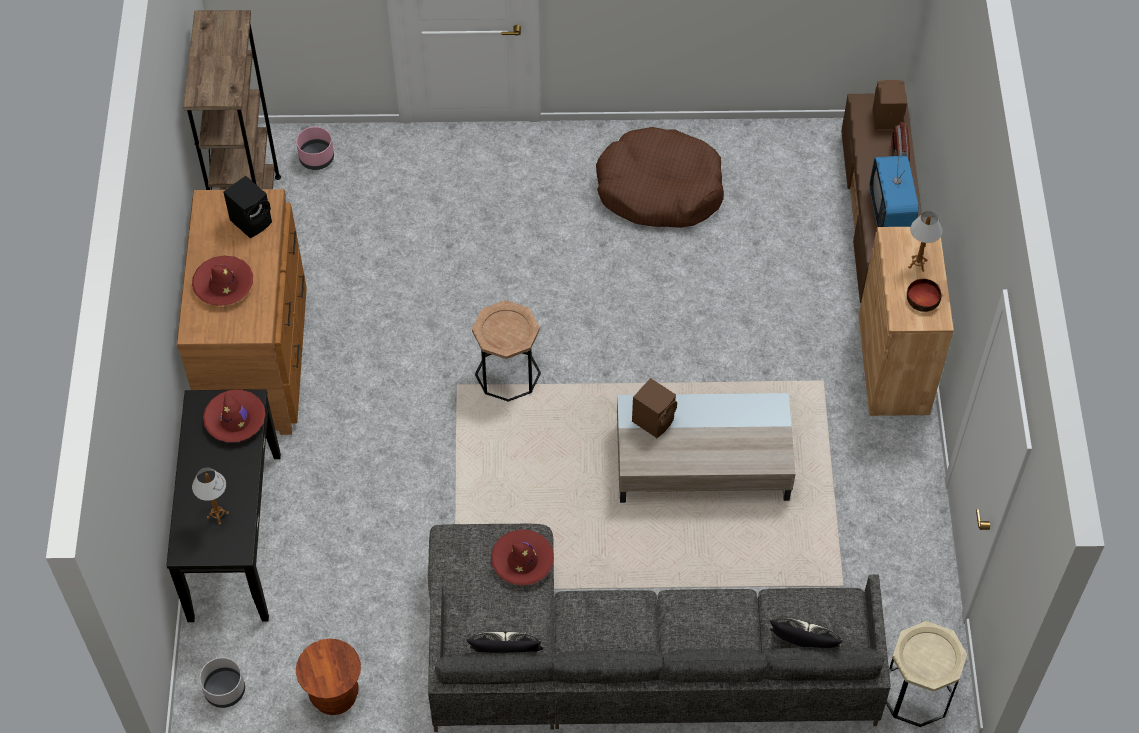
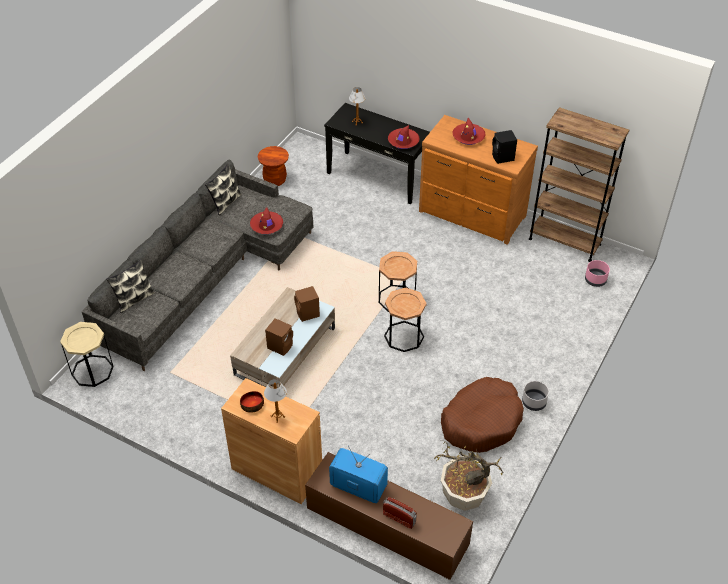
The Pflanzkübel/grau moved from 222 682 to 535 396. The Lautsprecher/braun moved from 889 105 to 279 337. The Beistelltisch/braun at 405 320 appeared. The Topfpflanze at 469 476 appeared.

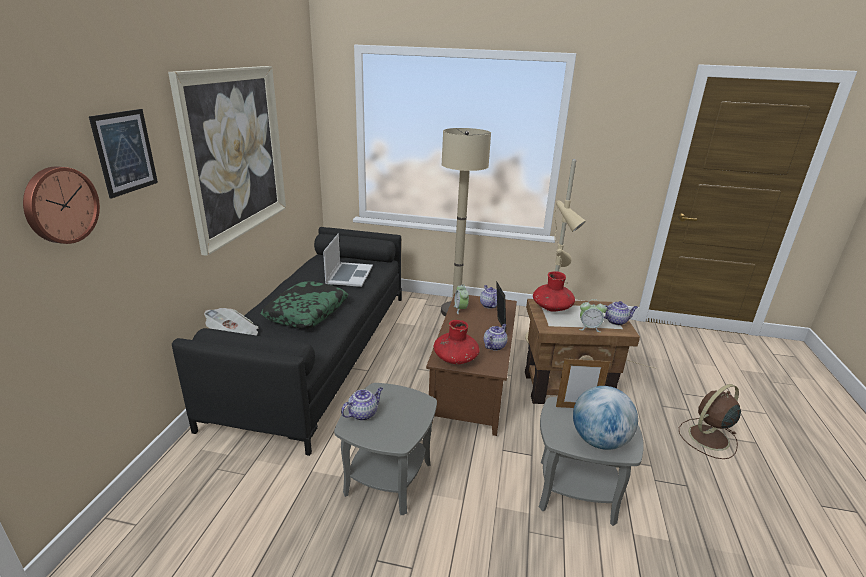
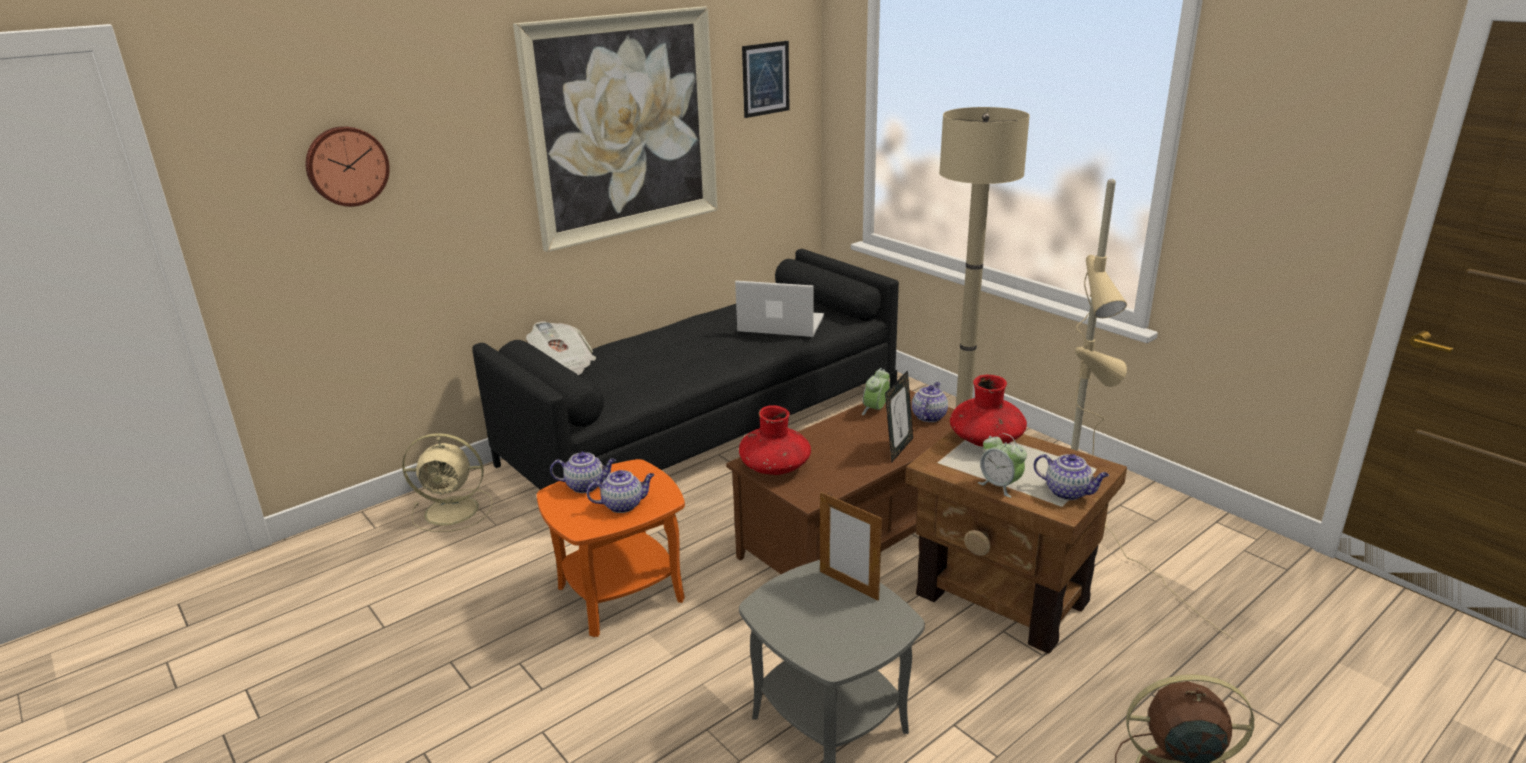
The Bild moved from 123 154 to 766 79. The Kissen at 304 304 disappeared. The Laptop at 348 260 turned 120 degrees counterclockwise. The Beistelltisch/grau at 385 449 became the Beistelltisch/orange at 611 548. The Teekanne moved from 496 337 to 620 491. The Globus at 605 418 disappeared. The Ventilator/beige at 447 482 appeared.

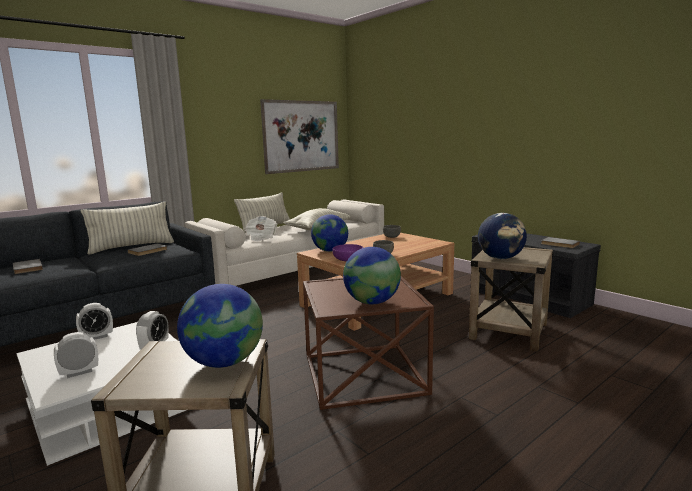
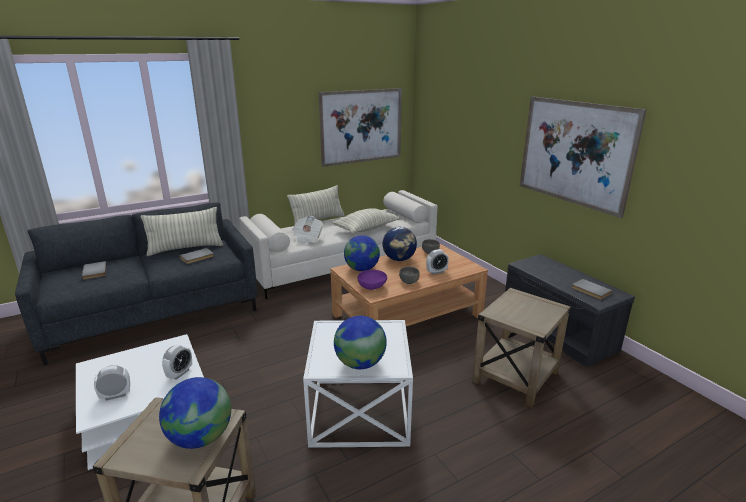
The Wecker moved from 94 321 to 437 261. The Beistelltisch/braun at 368 343 became the Beistelltisch/weiß at 358 384. The Globus moved from 502 236 to 400 244. The Bild at 583 157 appeared.

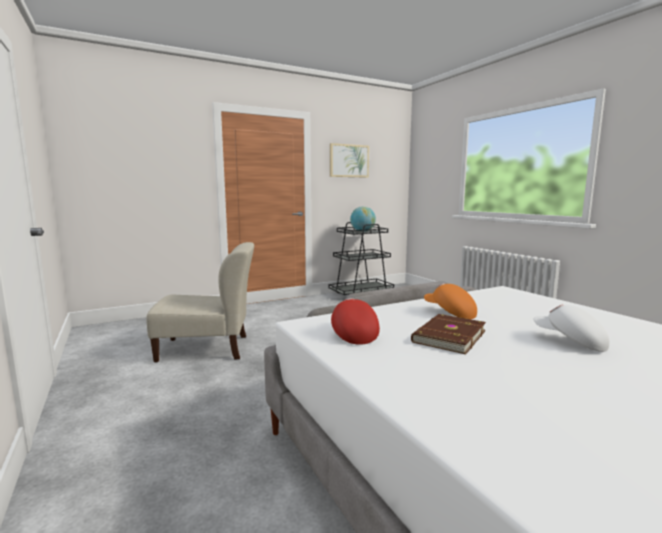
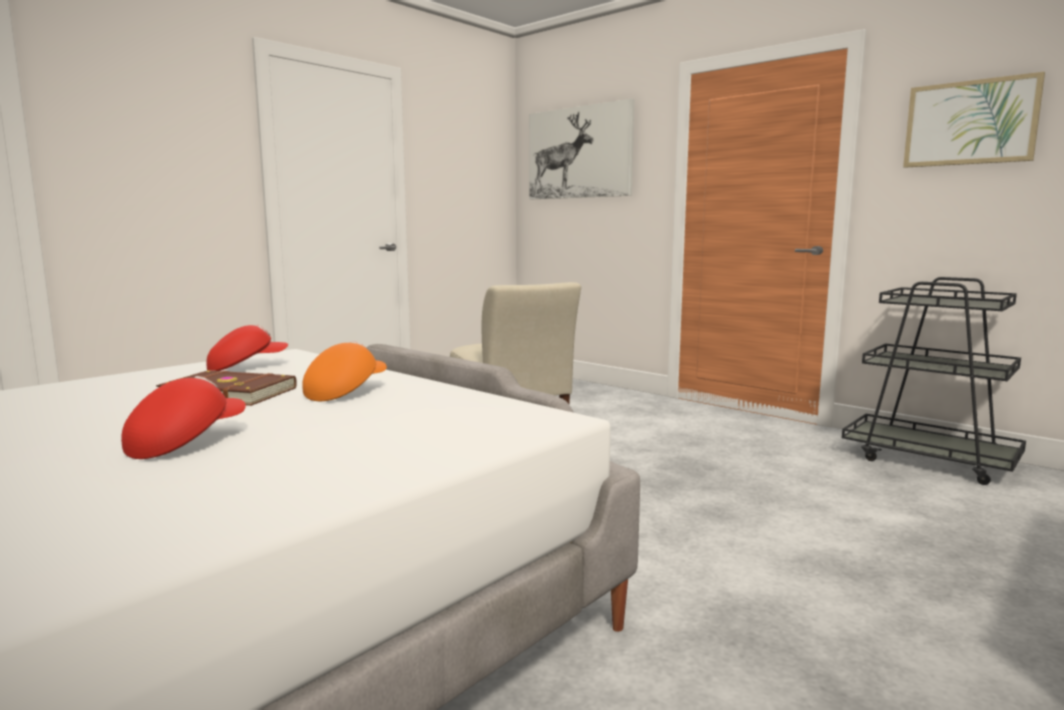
The Globus at 363 219 disappeared. The Kappe/weiß at 571 328 became the Kappe/rot at 183 417. The Bild at 581 149 appeared.

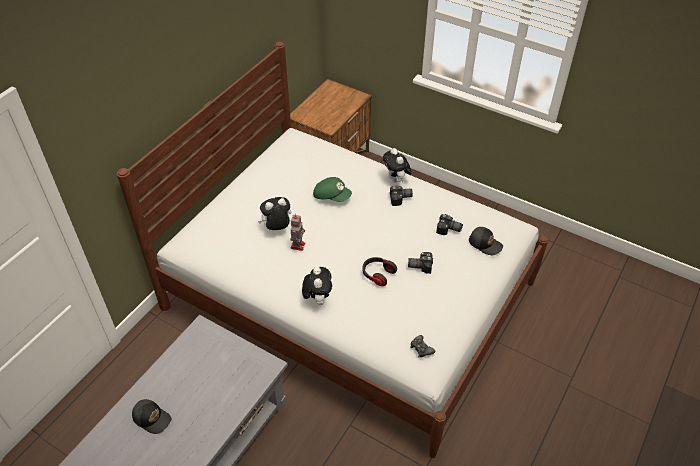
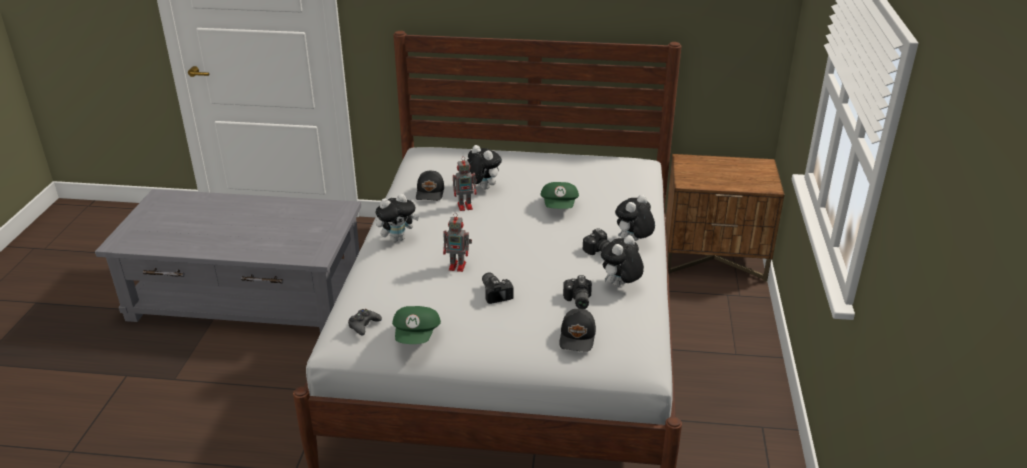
The Kappe/schwarz moved from 151 416 to 430 186. The Kopfhörer at 379 271 was replaced by the Spielzeugroboter at 457 242. The Kappe/grün at 416 325 appeared. The Plüschtier at 622 261 appeared.

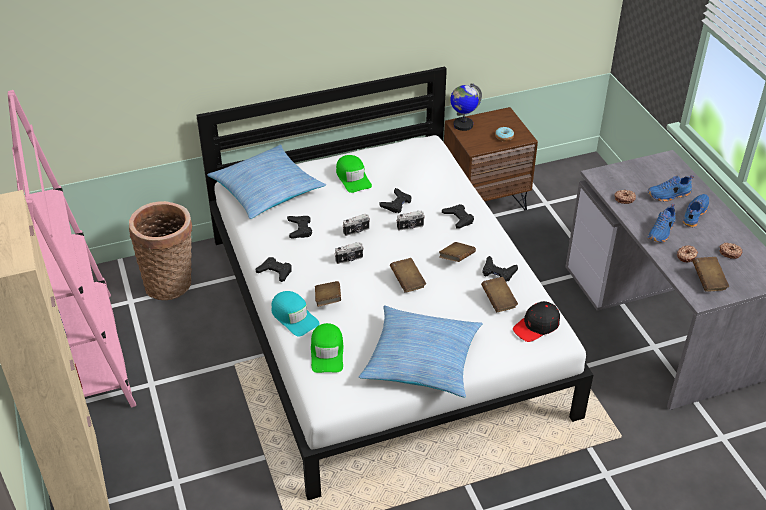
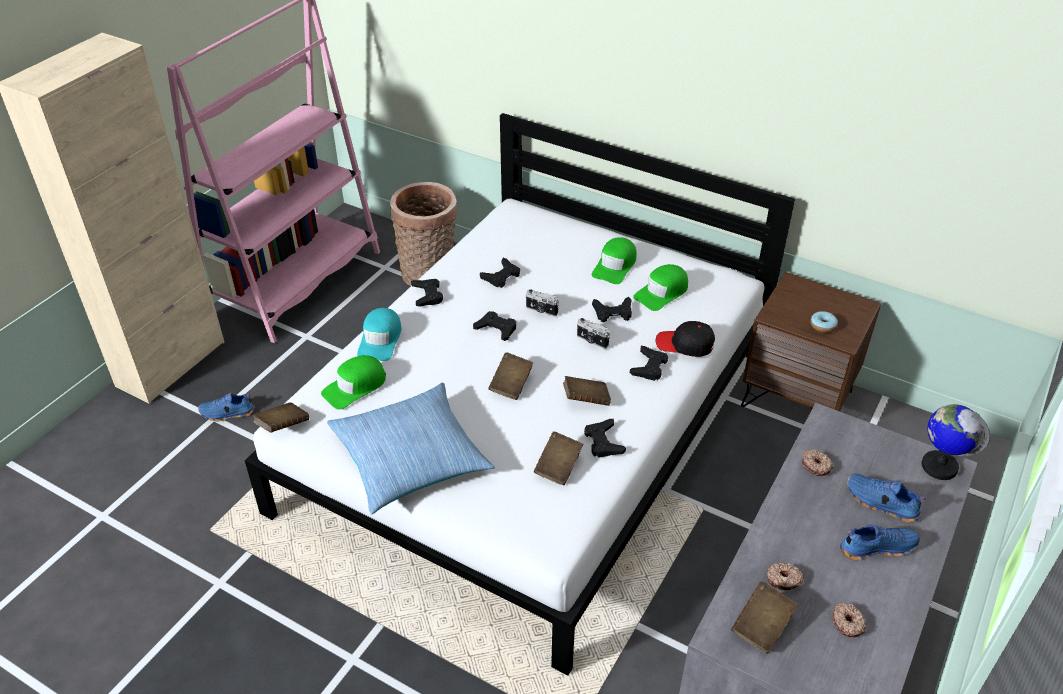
The Kissen at 266 181 disappeared. The Buch/braun moved from 328 294 to 281 417. The Kamera at 349 253 was replaced by the Gamepad/schwarz at 494 326. The Globus moved from 466 107 to 956 442. The Kappe/schwarz moved from 536 321 to 685 339. The Schuh/blau moved from 662 222 to 226 407. The Kappe/grün at 660 287 appeared.

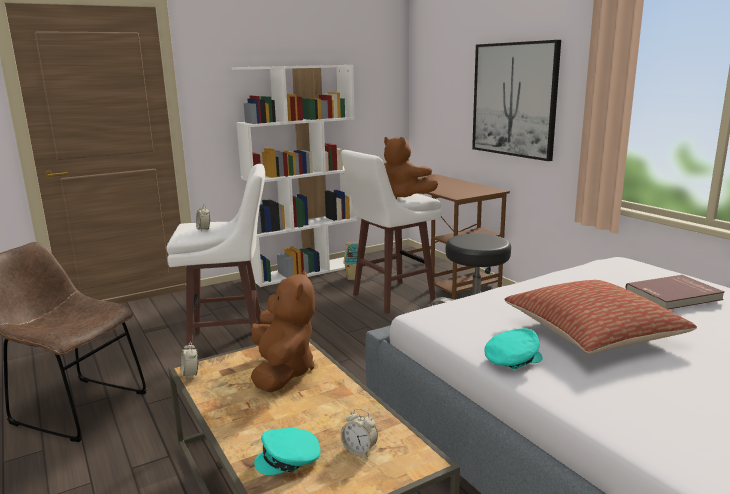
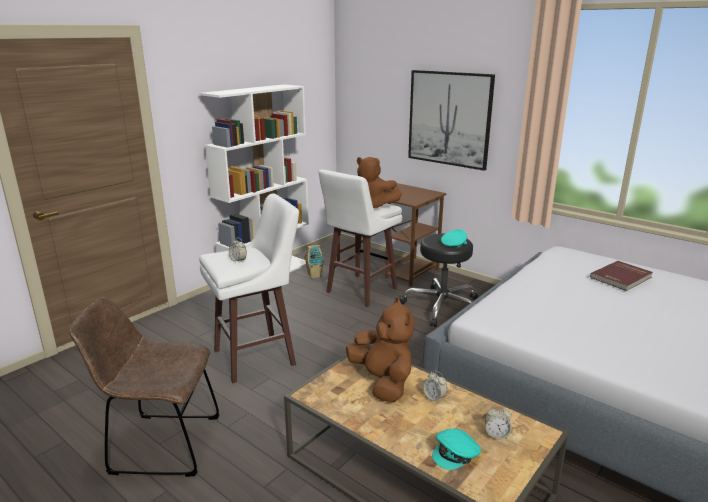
The Wecker moved from 190 360 to 434 386. The Kappe/türkis moved from 513 348 to 454 238. The Kissen at 601 317 disappeared.

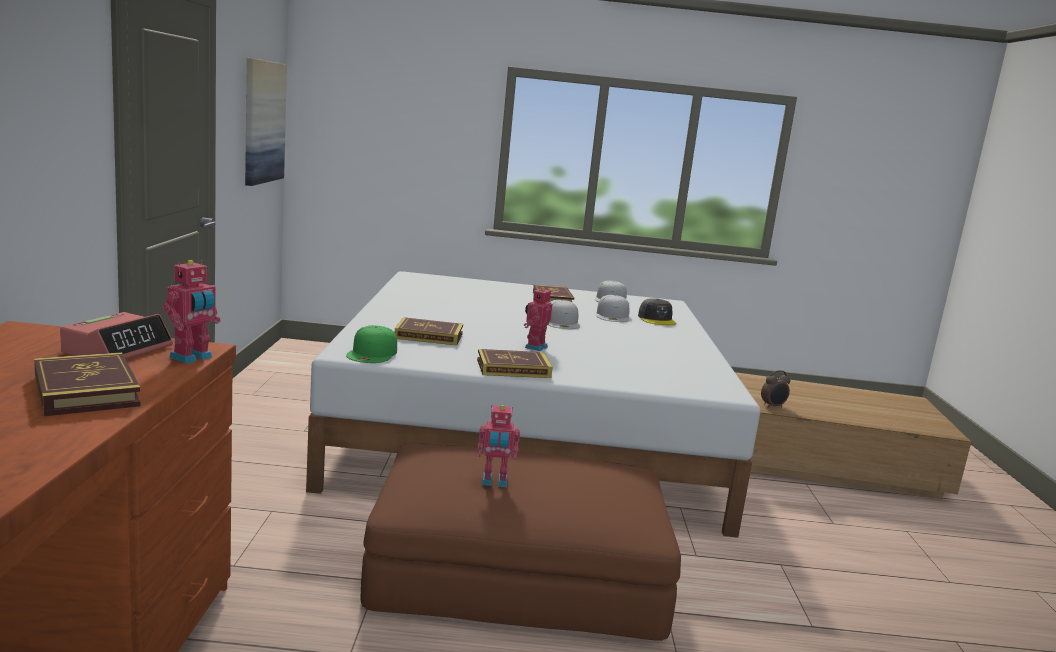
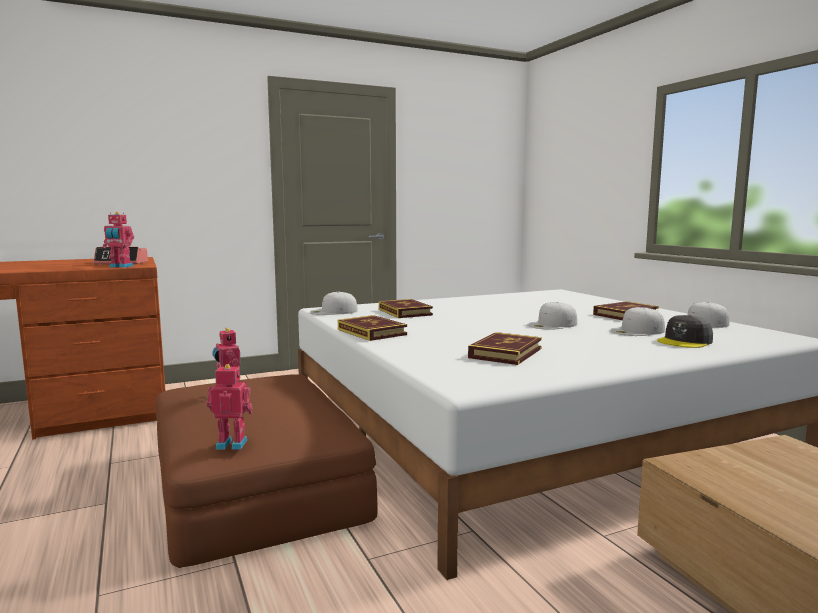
The Buch moved from 87 384 to 505 348. The Bild at 266 122 disappeared. The Kappe/grün at 371 344 became the Kappe/weiß at 333 303. The Spielzeugroboter moved from 538 319 to 230 406. The Wecker at 775 389 disappeared.

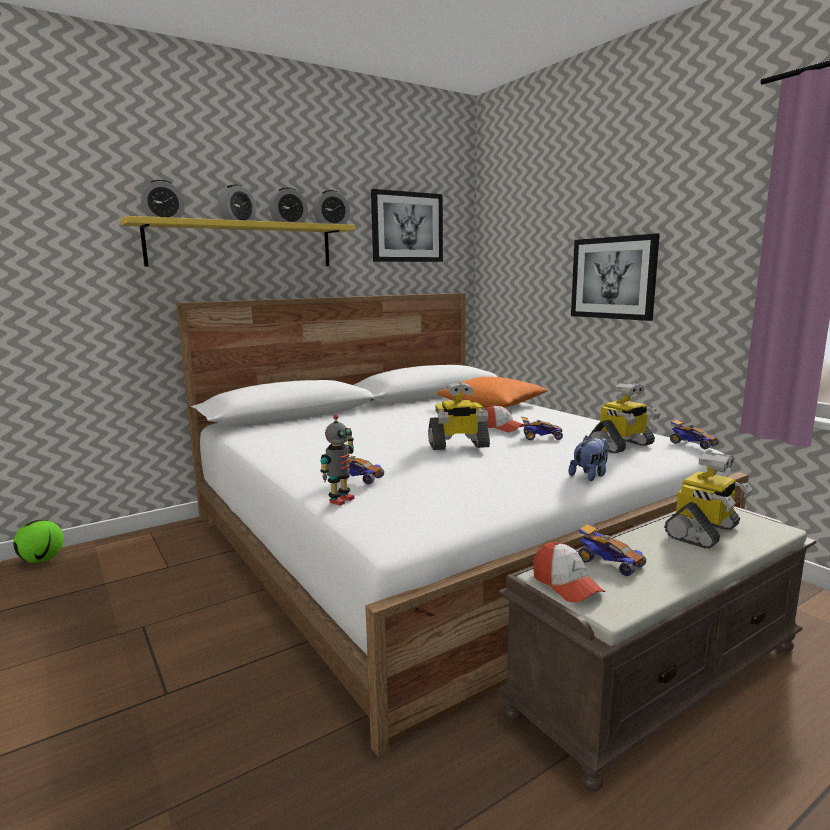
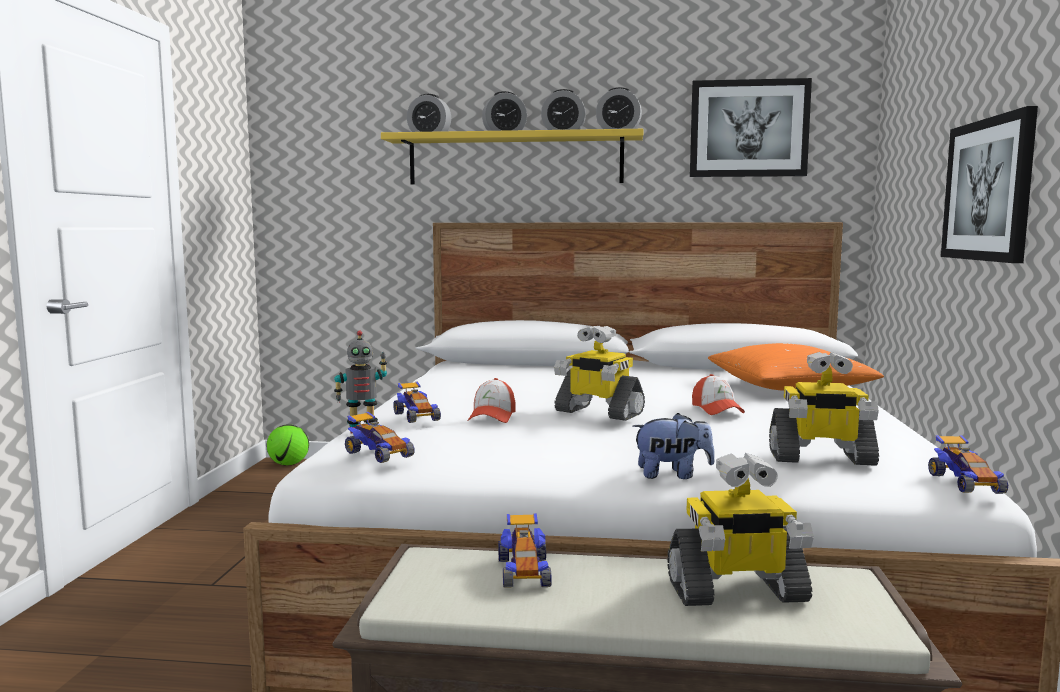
The Spielzeugauto moved from 542 428 to 380 437. The Kappe moved from 569 572 to 492 400.

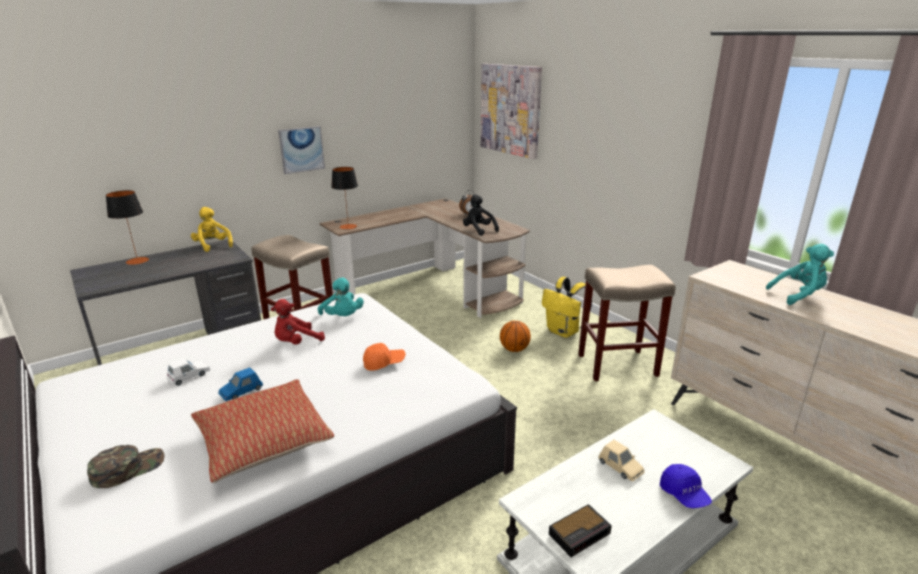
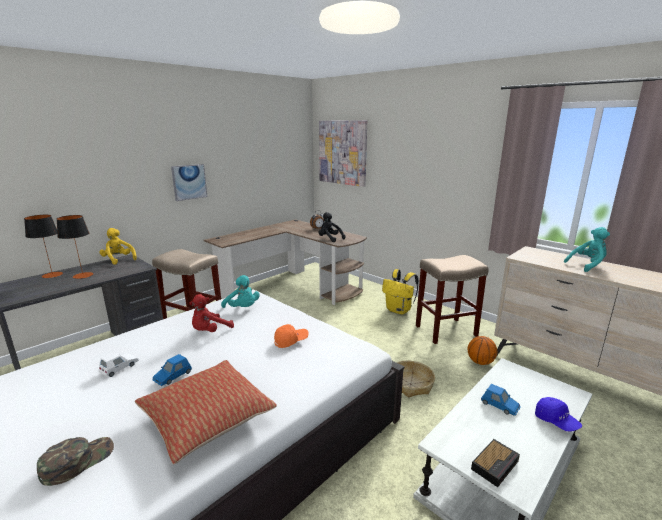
The Tischlampe moved from 344 198 to 75 247. The Basketball moved from 515 336 to 482 350. The Spielzeugauto/beige at 621 460 became the Spielzeugauto/blau at 501 400. The Korb at 415 379 appeared.

